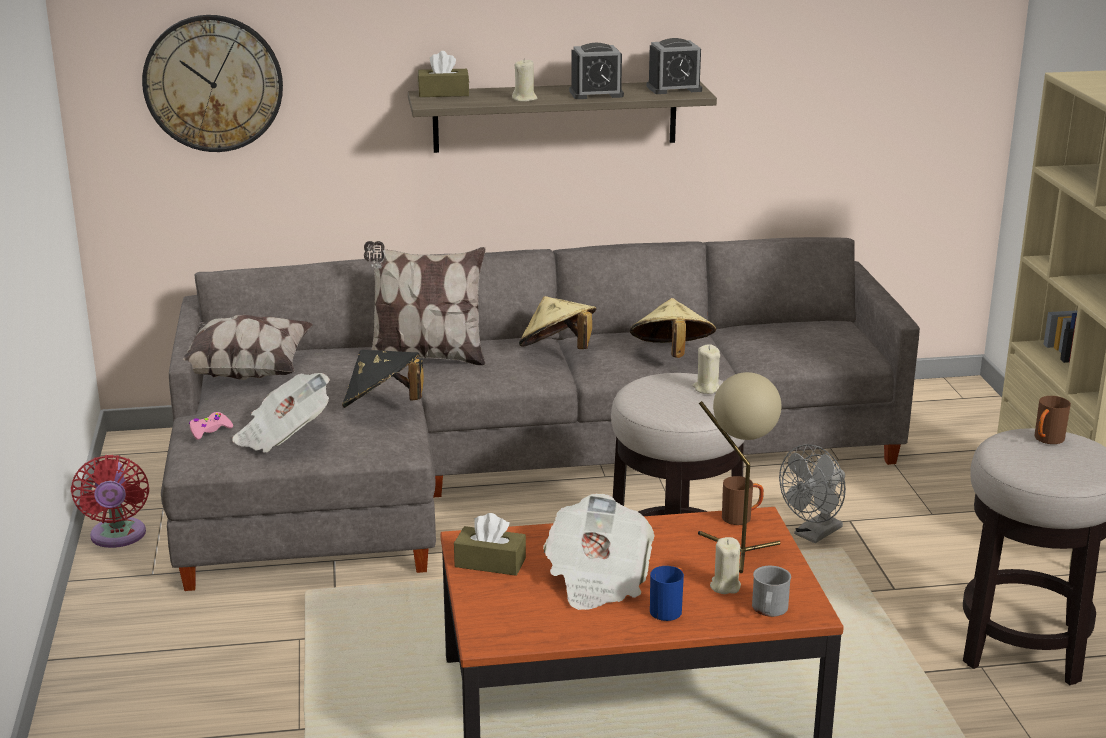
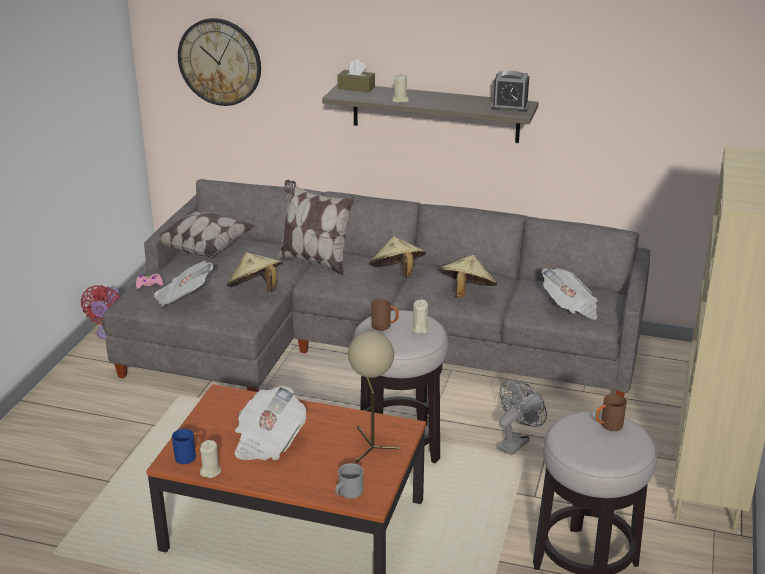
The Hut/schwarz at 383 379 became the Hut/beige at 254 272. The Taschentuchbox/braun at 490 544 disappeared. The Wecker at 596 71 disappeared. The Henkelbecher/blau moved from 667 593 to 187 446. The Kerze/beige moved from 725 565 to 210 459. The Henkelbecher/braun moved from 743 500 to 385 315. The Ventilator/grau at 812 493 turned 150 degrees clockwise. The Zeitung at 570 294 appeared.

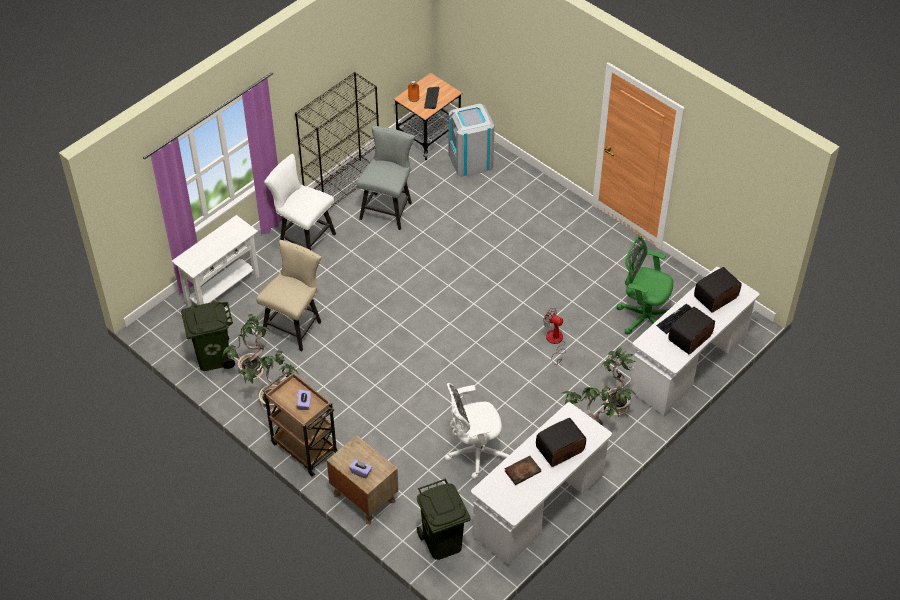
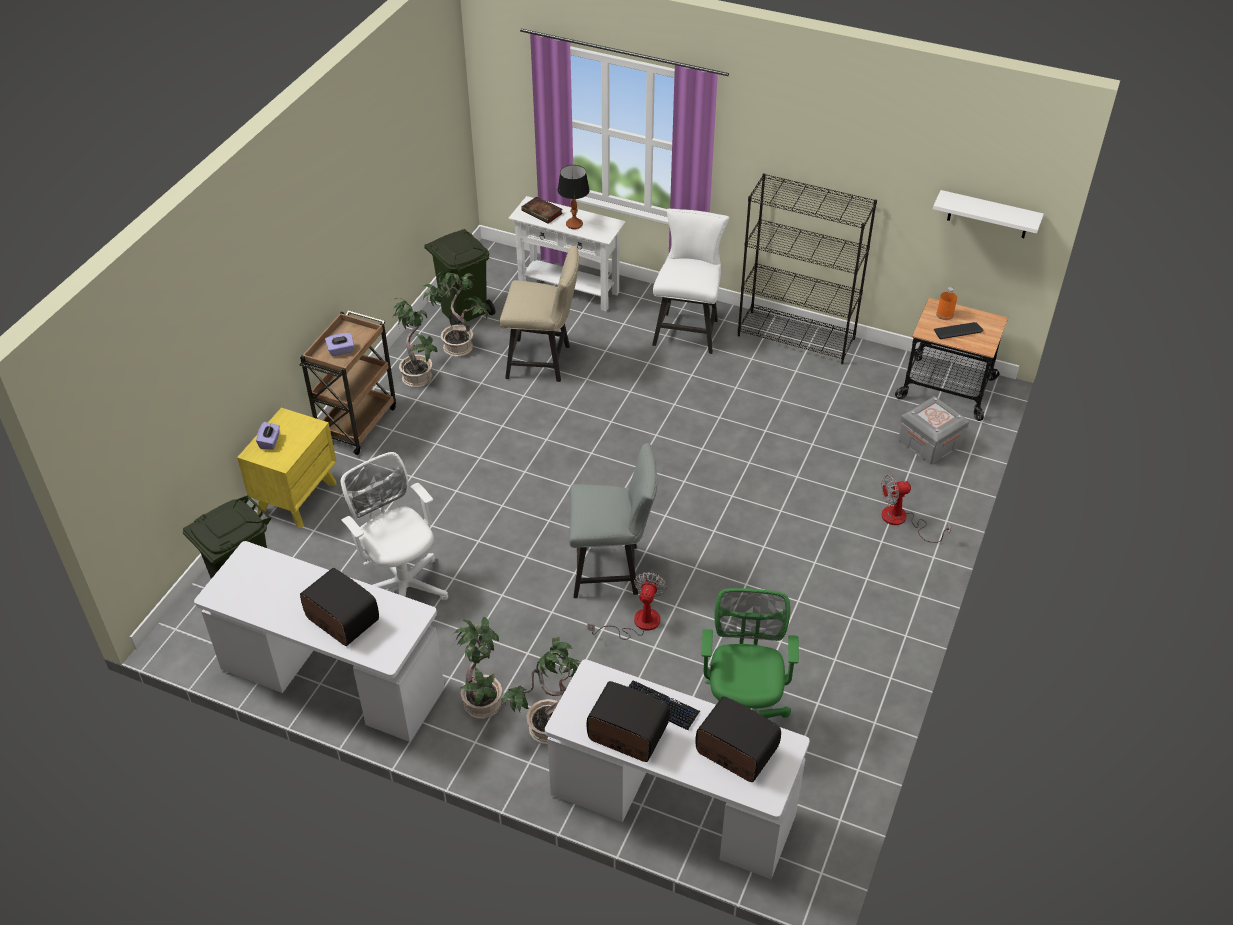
The Nachttisch/braun at 363 480 became the Nachttisch/gelb at 287 468. The Stuhl/grau moved from 386 178 to 613 520. The Mülleimer/grau at 471 140 was replaced by the Aufbewahrungsbox/grau at 934 430. The Buch moved from 523 470 to 542 209. The Tischlampe at 574 197 appeared. The Ventilator at 916 509 appeared. The Wandregal/weiß at 988 214 appeared.

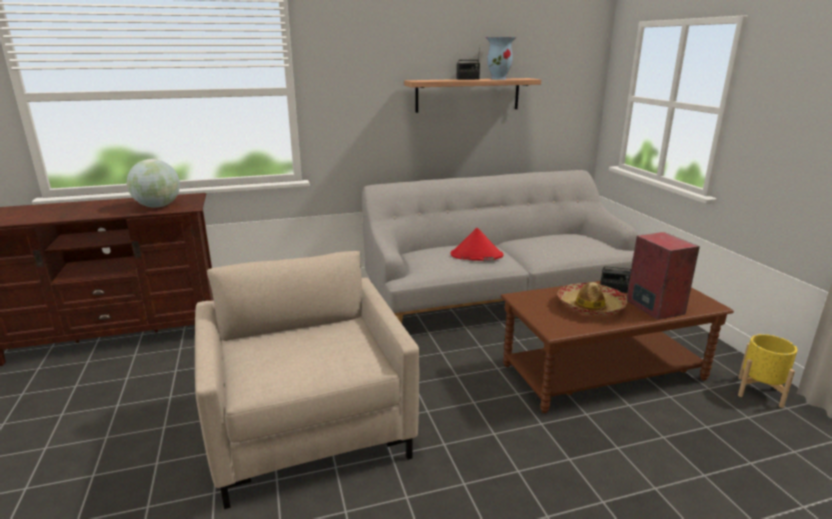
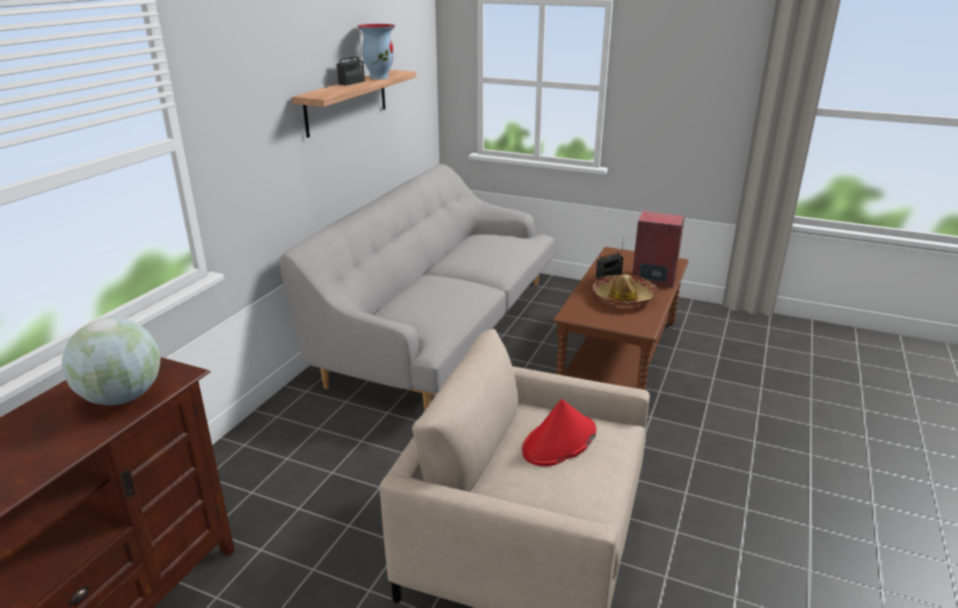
The Hut/rot moved from 477 244 to 559 432. The Pflanzkübel/gelb at 768 371 disappeared.

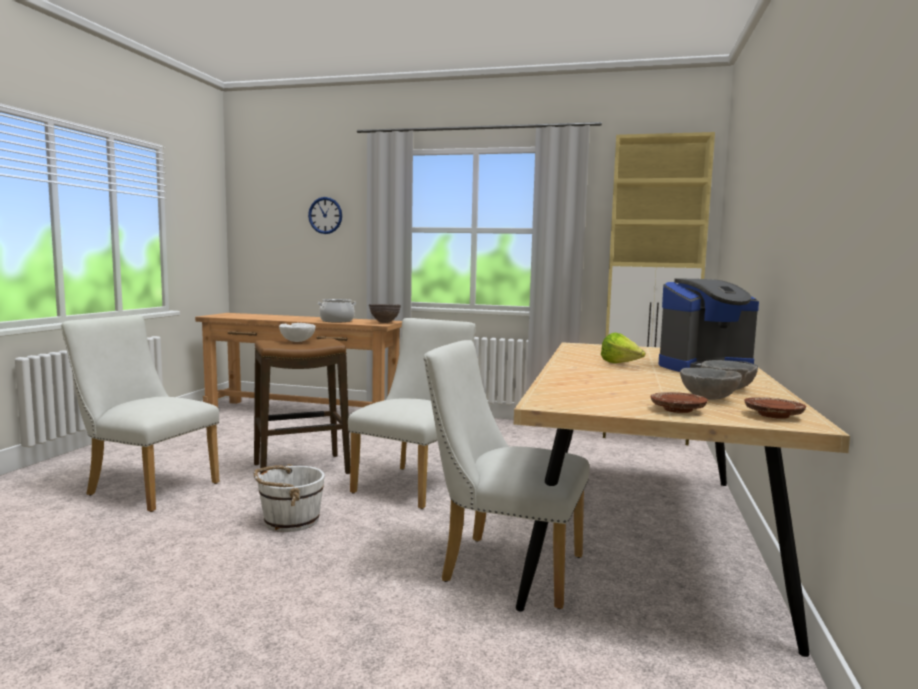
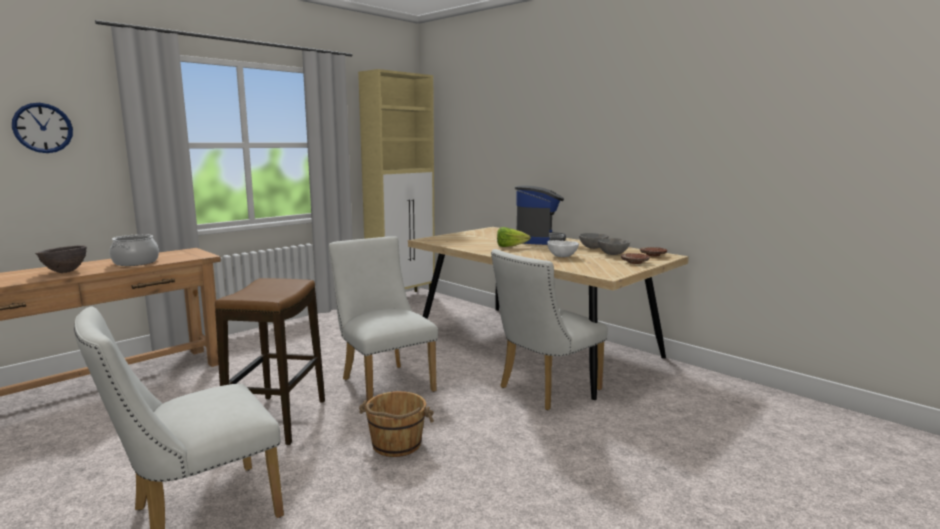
The Eimer/weiß at 289 498 became the Eimer/braun at 396 424. The Schüssel/weiß moved from 297 332 to 563 248. The Schüssel/braun moved from 385 313 to 61 259.

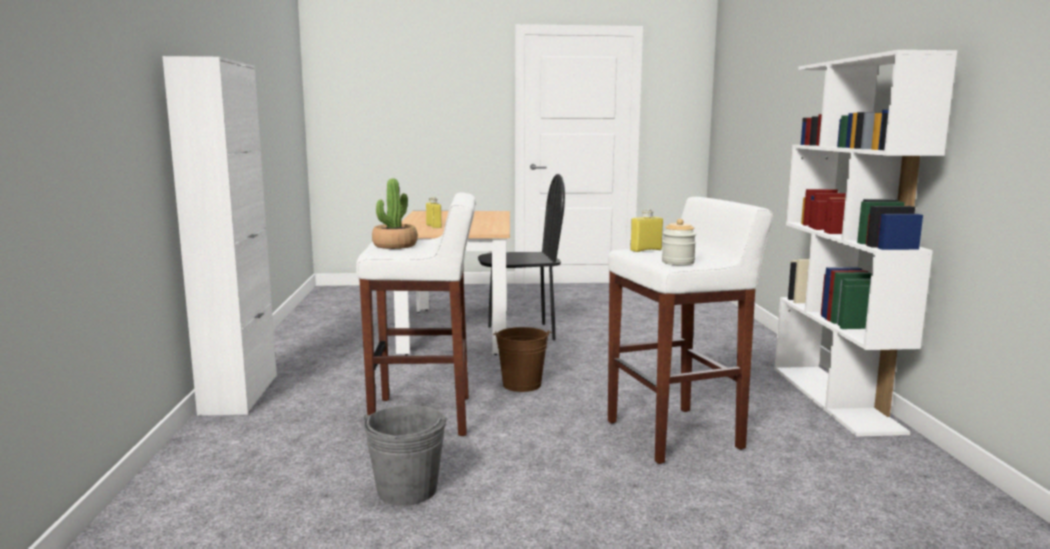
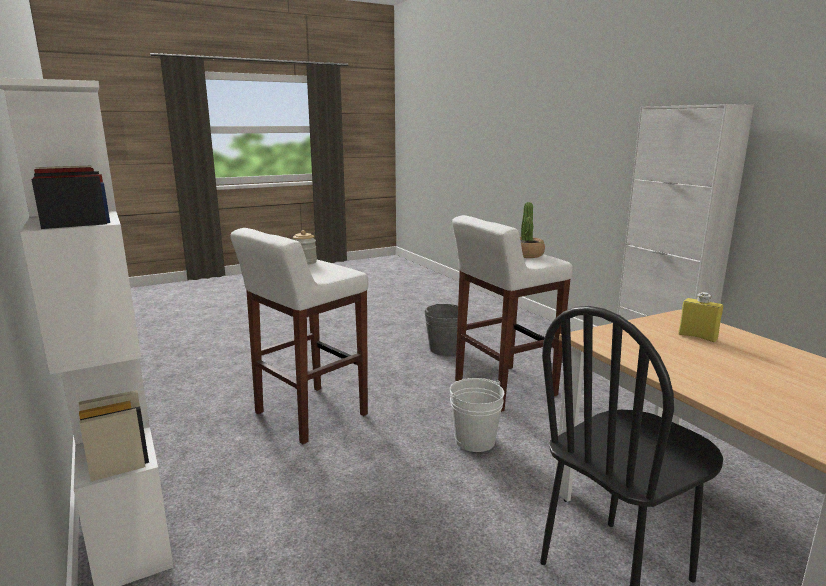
The Eimer/braun at 522 359 became the Eimer/weiß at 477 415. The Flasche/gelb at 646 230 disappeared.

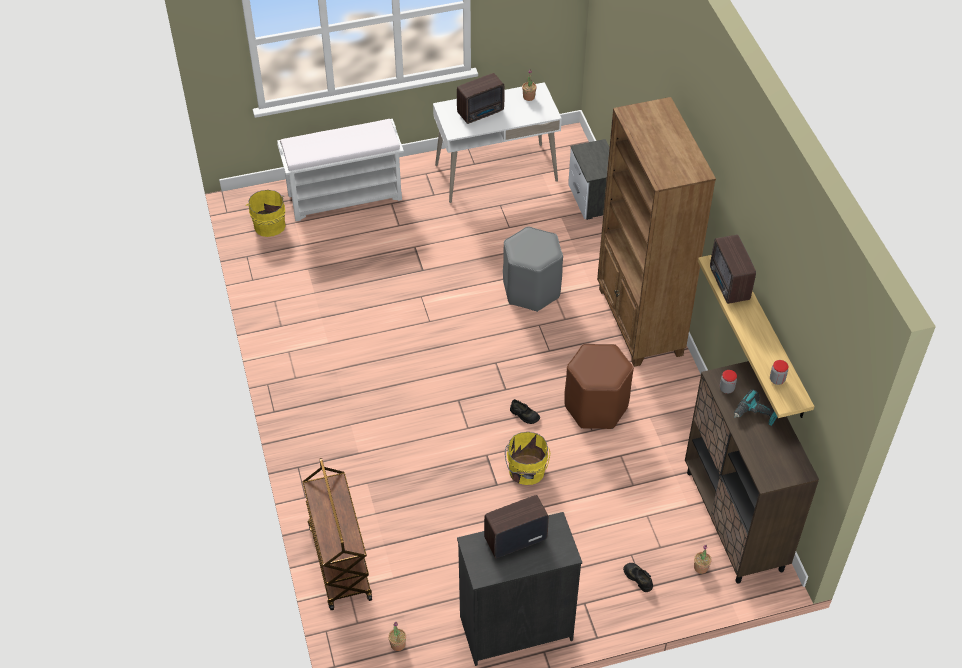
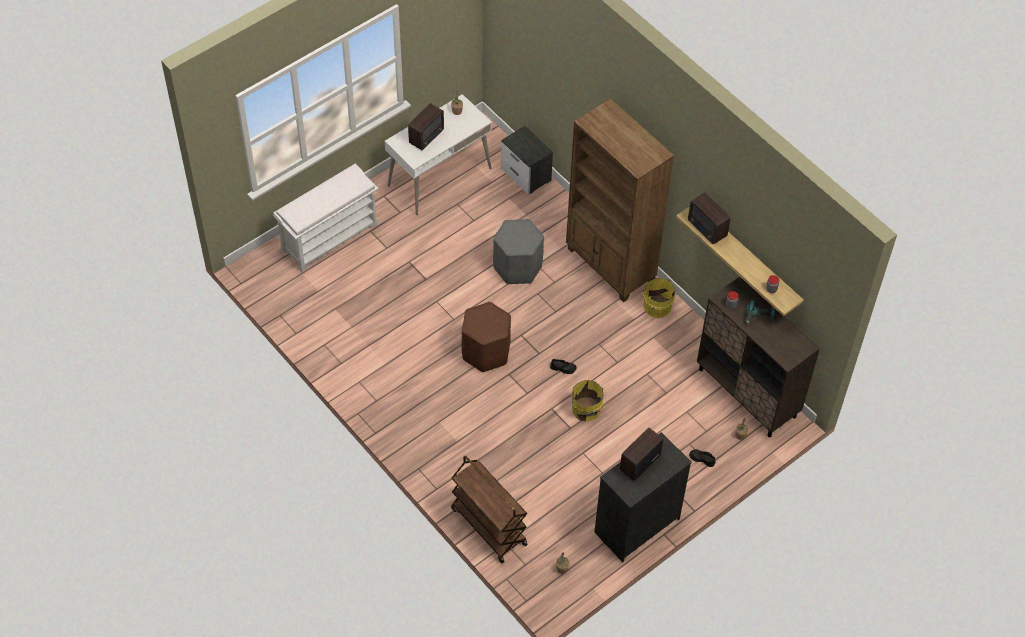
The Eimer/gelb moved from 265 213 to 658 298. The Hocker/braun moved from 599 386 to 486 337.

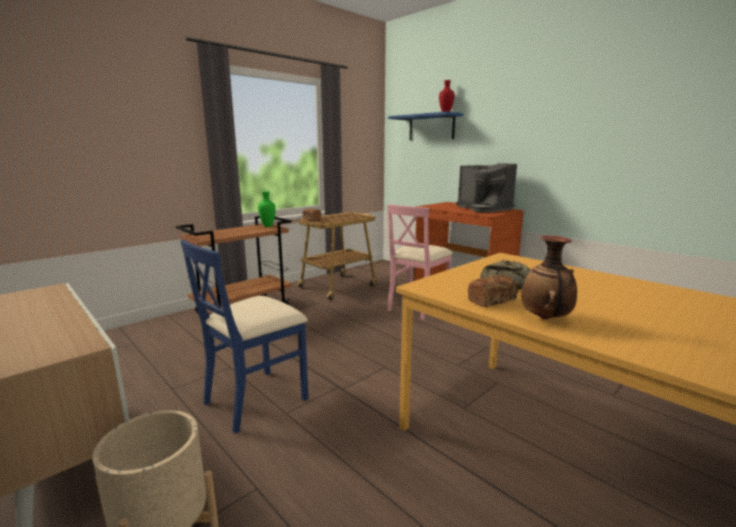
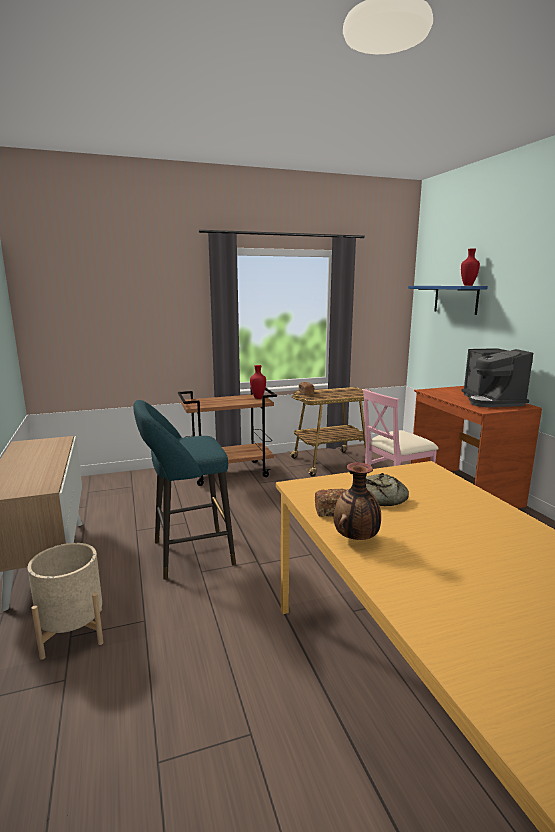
The Stuhl/blau at 244 336 was replaced by the Hocker/türkis at 184 490. The Vase/grün at 267 209 became the Vase/rot at 258 382.

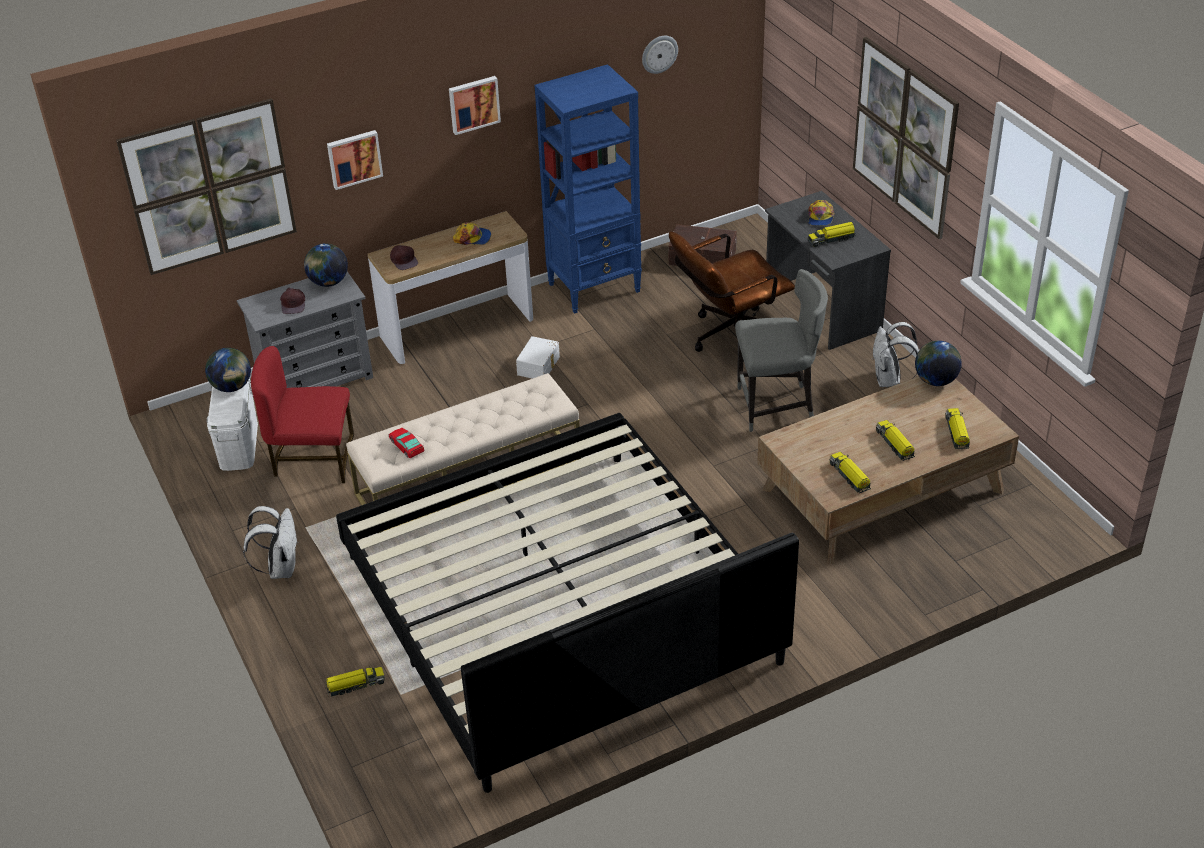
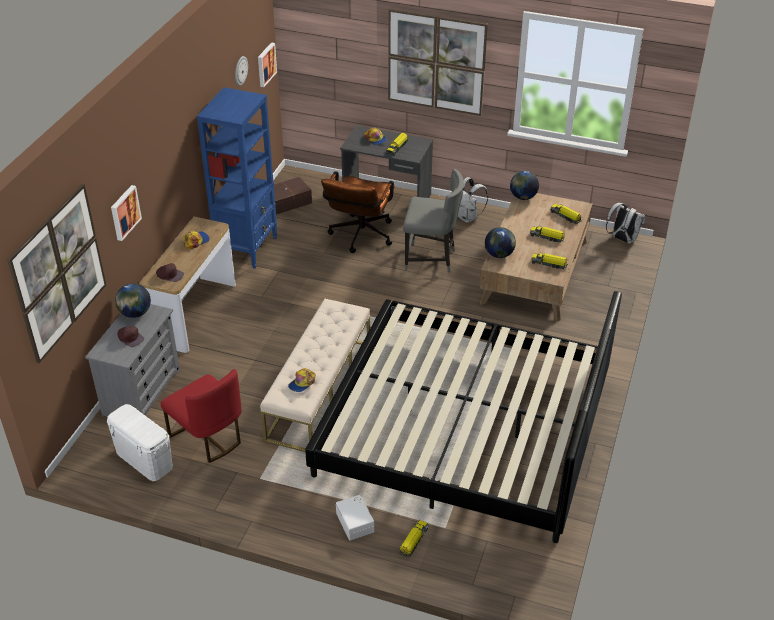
The Globus moved from 228 370 to 500 242. The Rucksack/weiß moved from 270 542 to 625 223. The Stuhl/rot at 302 414 turned 90 degrees counterclockwise. The Spielzeugauto at 406 442 was replaced by the Kappe at 302 380. The Bild moved from 475 105 to 267 64. The Aufbewahrungsbox/weiß moved from 538 357 to 355 518. The Stuhl/grau at 781 350 turned 60 degrees clockwise.

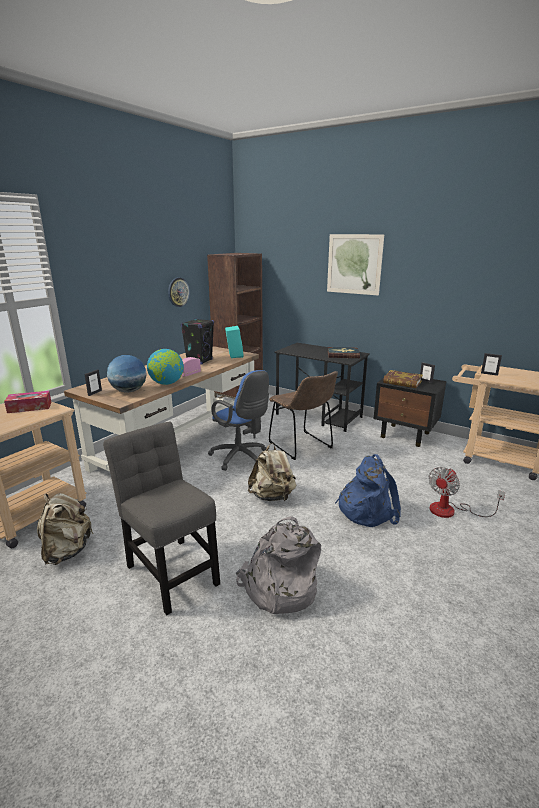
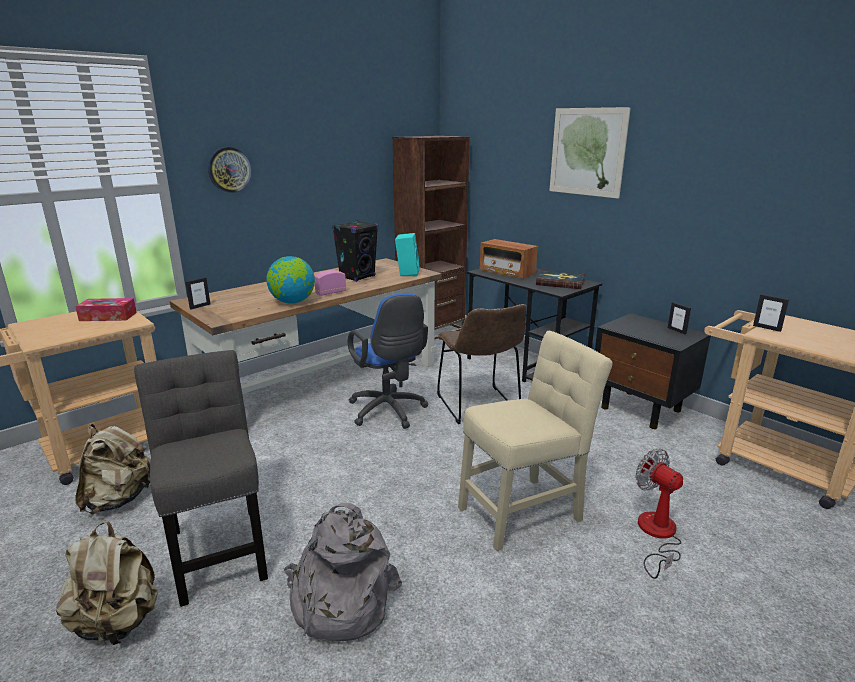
The Globus at 127 374 disappeared. The Wanduhr moved from 179 292 to 230 170. The Rucksack/beige moved from 272 472 to 107 584. The Rucksack/blau at 368 490 was replaced by the Stuhl/beige at 535 441. The Buch at 403 379 disappeared. The Ventilator at 467 492 turned 90 degrees clockwise. The Radio at 509 259 appeared.

